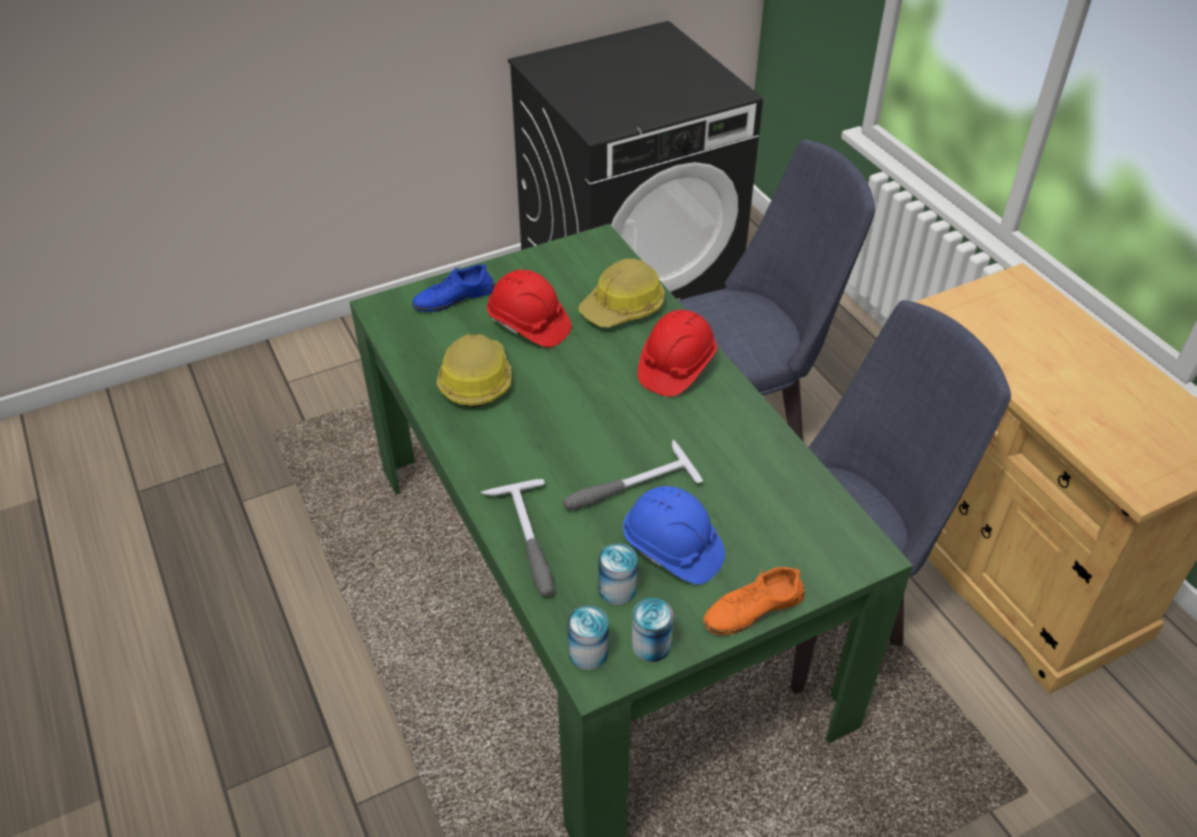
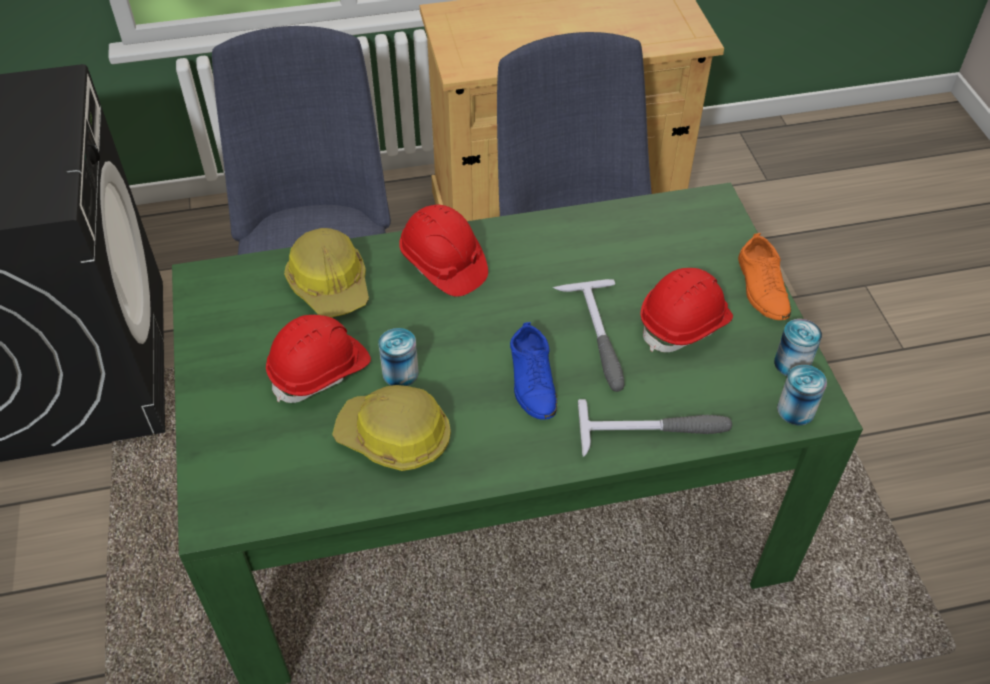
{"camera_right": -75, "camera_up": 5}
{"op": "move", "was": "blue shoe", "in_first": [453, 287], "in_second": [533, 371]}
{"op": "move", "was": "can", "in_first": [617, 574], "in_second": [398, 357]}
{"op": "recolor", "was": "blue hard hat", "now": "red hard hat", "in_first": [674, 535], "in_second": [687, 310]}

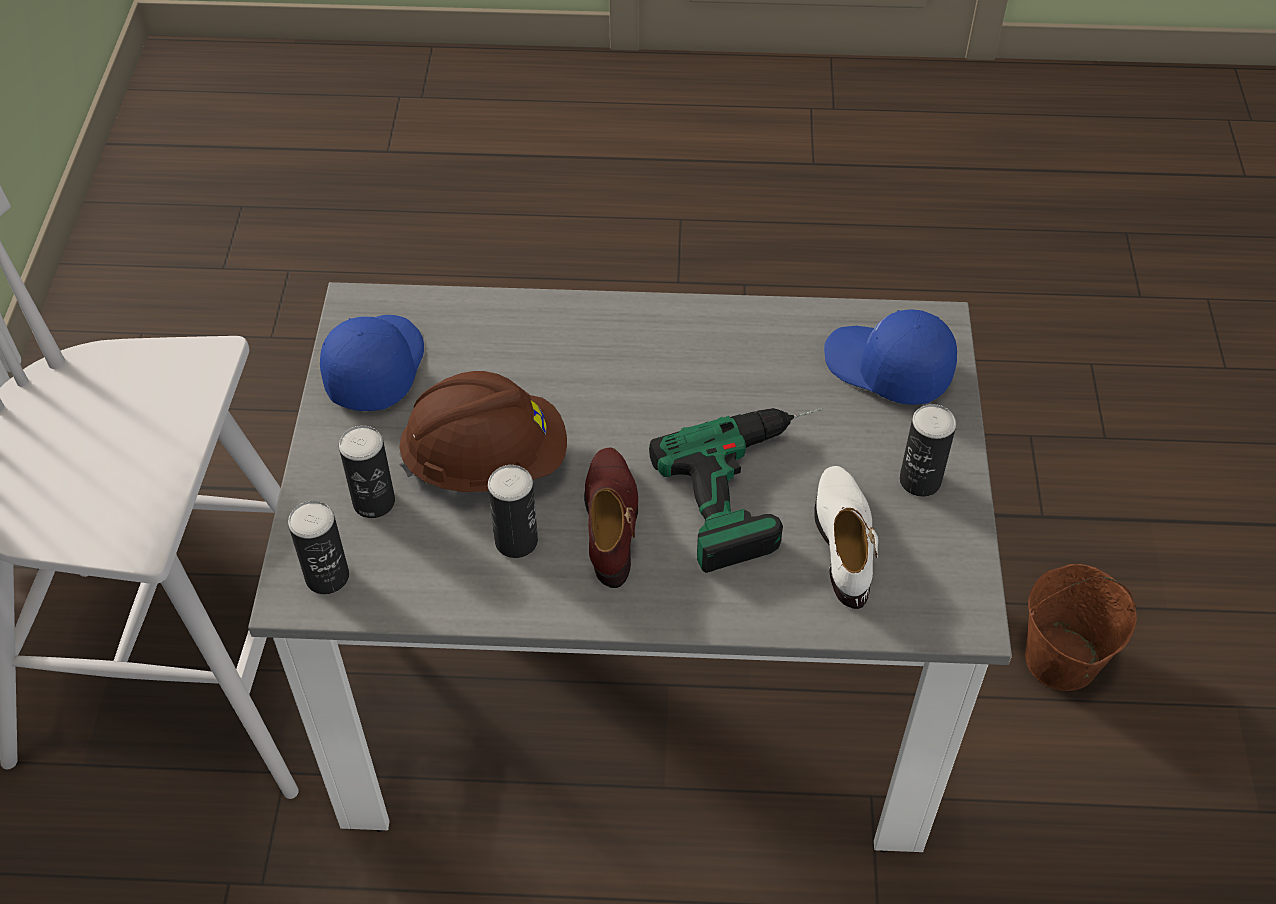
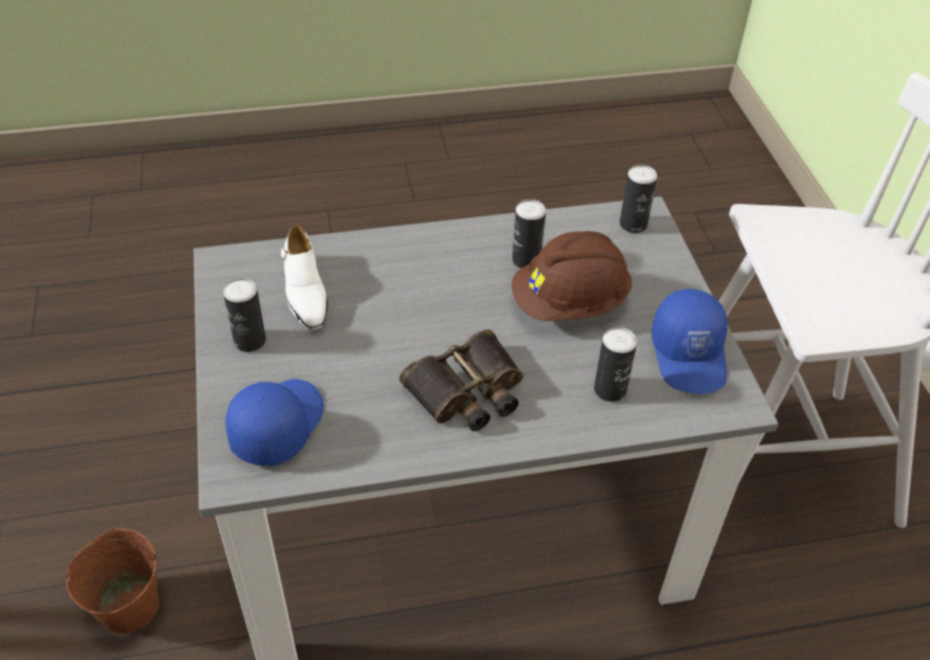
{"camera_right": 165, "camera_up": -5}
{"op": "move", "was": "can", "in_first": [367, 471], "in_second": [615, 364]}
{"op": "delete", "was": "brown-coloured shoe", "in_first": [611, 518]}
{"op": "delete", "was": "power drill", "in_first": [735, 490]}
{"op": "rotate", "was": "blue baseball cap", "in_first": [890, 357], "in_second": [275, 422], "clockwise": -90}
{"op": "insert", "now": "field glasses", "in_second": [461, 380]}

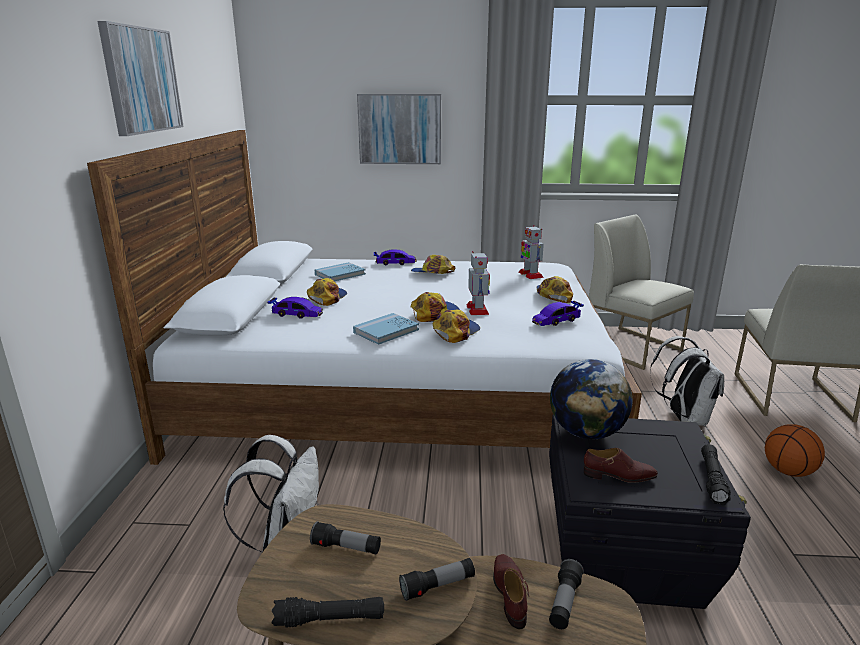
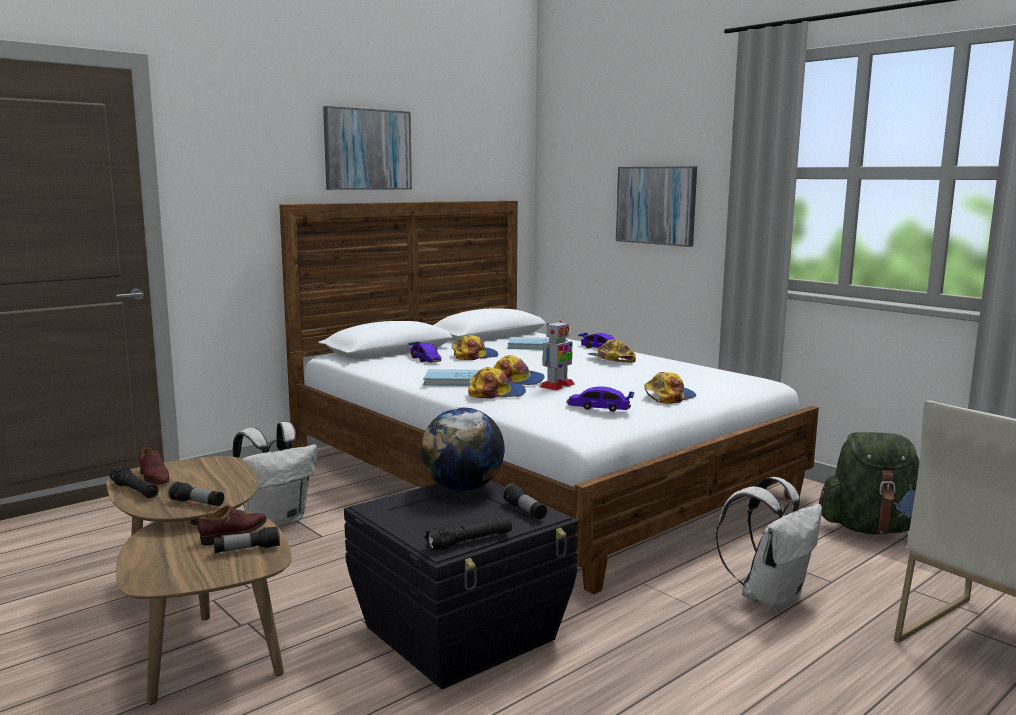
{"camera_right": 45, "camera_up": -10}
{"op": "move", "was": "torch", "in_first": [345, 537], "in_second": [524, 501]}
{"op": "delete", "was": "model robot", "in_first": [531, 252]}
{"op": "move", "was": "brown-coloured shoe", "in_first": [621, 465], "in_second": [153, 466]}
{"op": "replace", "was": "white chair", "now": "greenish rucksack", "in_first": [641, 292], "in_second": [869, 483]}
{"op": "delete", "was": "ball for basketball", "in_first": [795, 450]}

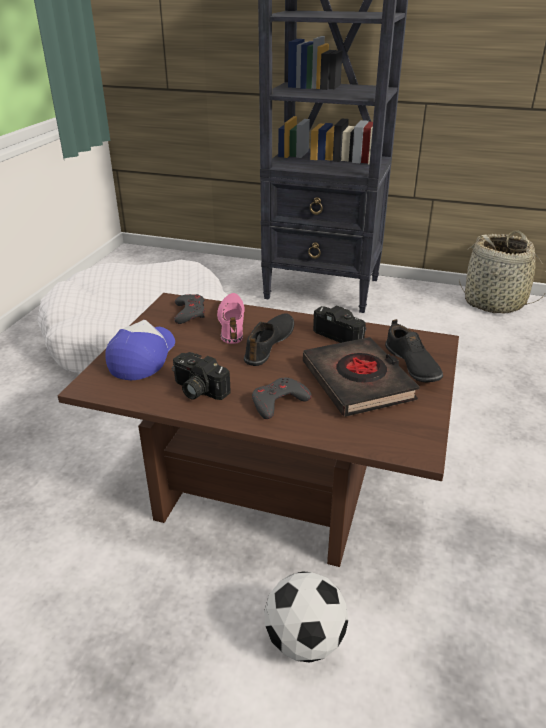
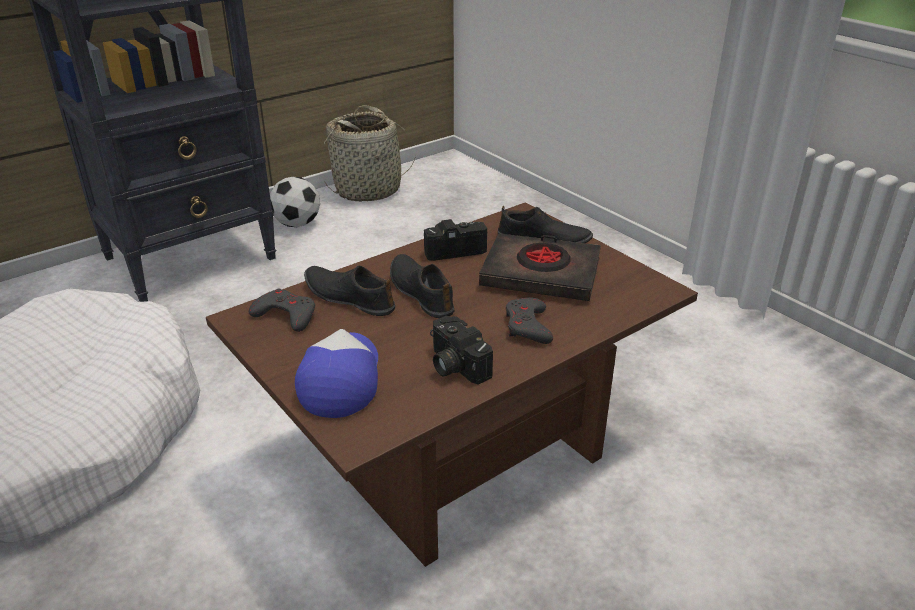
{"camera_right": -55, "camera_up": 0}
{"op": "rotate", "was": "baseball cap", "in_first": [140, 350], "in_second": [336, 373], "clockwise": 45}
{"op": "rotate", "was": "photo camera", "in_first": [201, 376], "in_second": [461, 350], "clockwise": 75}
{"op": "recolor", "was": "pinkish shoe", "now": "black shoe", "in_first": [231, 318], "in_second": [349, 290]}
{"op": "move", "was": "ball for football", "in_first": [306, 617], "in_second": [295, 202]}

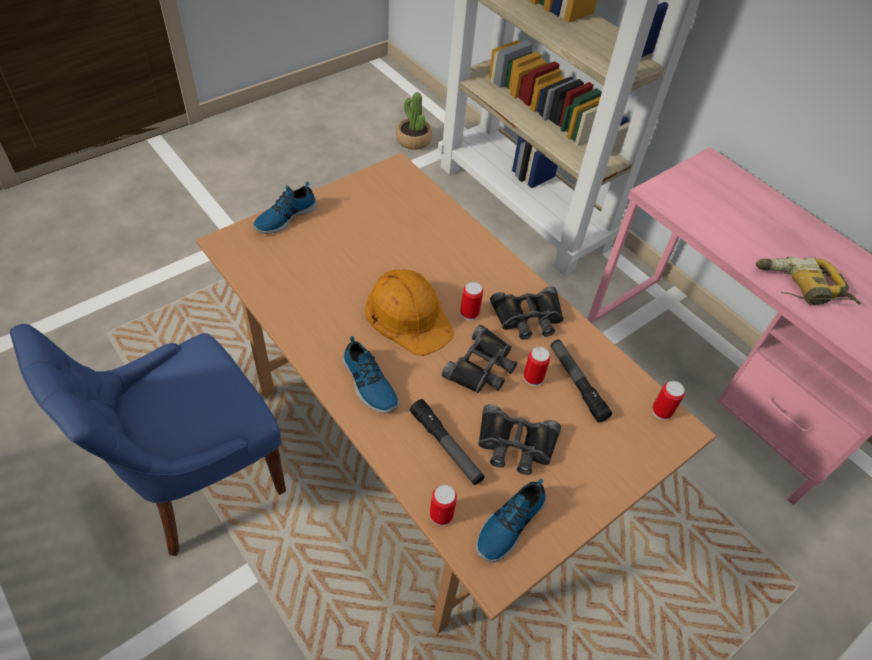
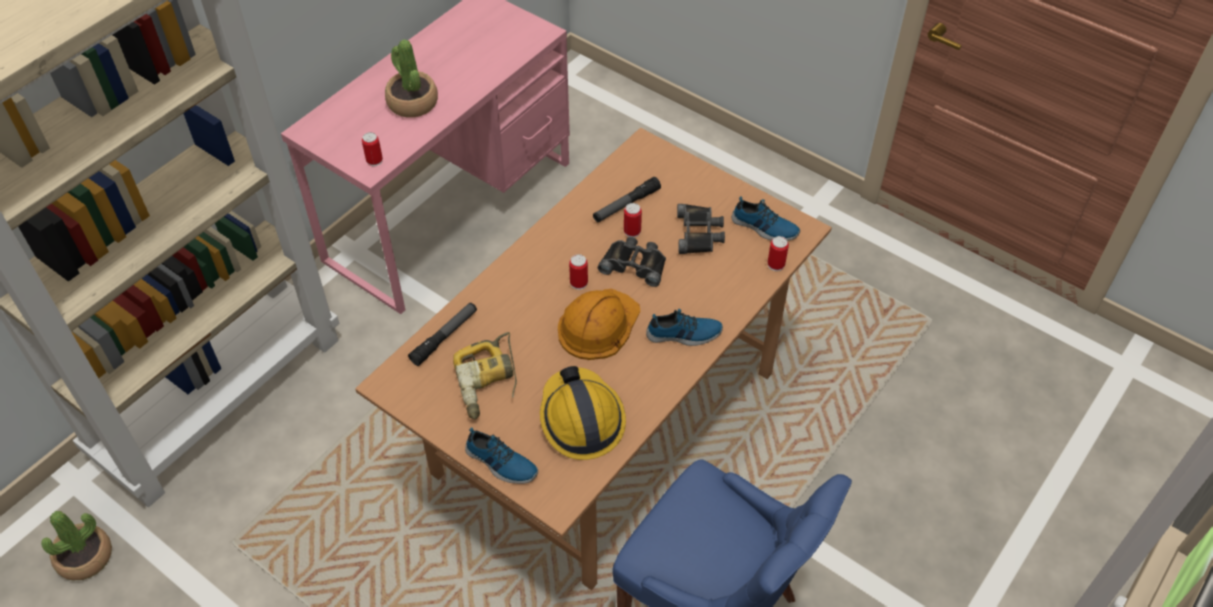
{"camera_right": -100, "camera_up": 0}
{"op": "rotate", "was": "shoe", "in_first": [370, 374], "in_second": [684, 327], "clockwise": 45}
{"op": "move", "was": "torch", "in_first": [447, 442], "in_second": [442, 334]}
{"op": "delete", "was": "black field glasses", "in_first": [527, 312]}
{"op": "move", "was": "can", "in_first": [668, 400], "in_second": [372, 149]}
{"op": "move", "was": "power drill", "in_first": [808, 281], "in_second": [485, 375]}
{"op": "insert", "now": "plant in a pot", "in_second": [411, 78]}
{"op": "insert", "now": "hard hat", "in_second": [583, 413]}

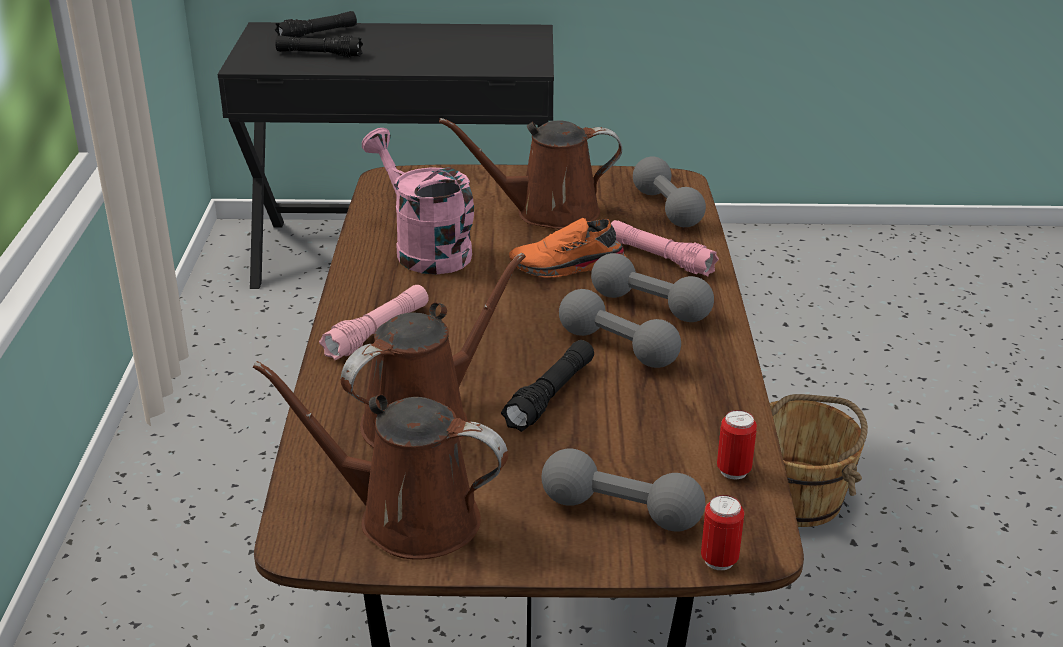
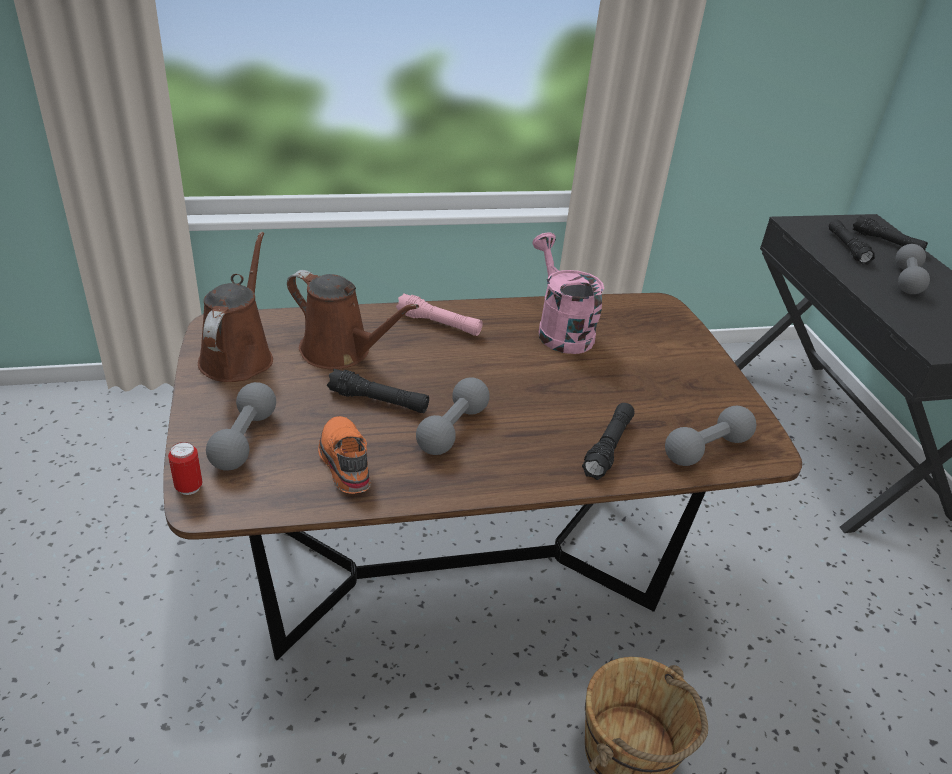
{"camera_right": 75, "camera_up": 5}
{"op": "rotate", "was": "pinkish sprinkling can", "in_first": [418, 201], "in_second": [568, 293], "clockwise": -60}
{"op": "delete", "was": "brown-coloured sprinkling can", "in_first": [530, 173]}
{"op": "move", "was": "orange shoe", "in_first": [567, 248], "in_second": [344, 455]}
{"op": "move", "was": "grey dumbbell", "in_first": [652, 287], "in_second": [913, 269]}
{"op": "recolor", "was": "pinkish torch", "now": "black torch", "in_first": [665, 248], "in_second": [608, 441]}
{"op": "delete", "was": "can", "in_first": [737, 445]}

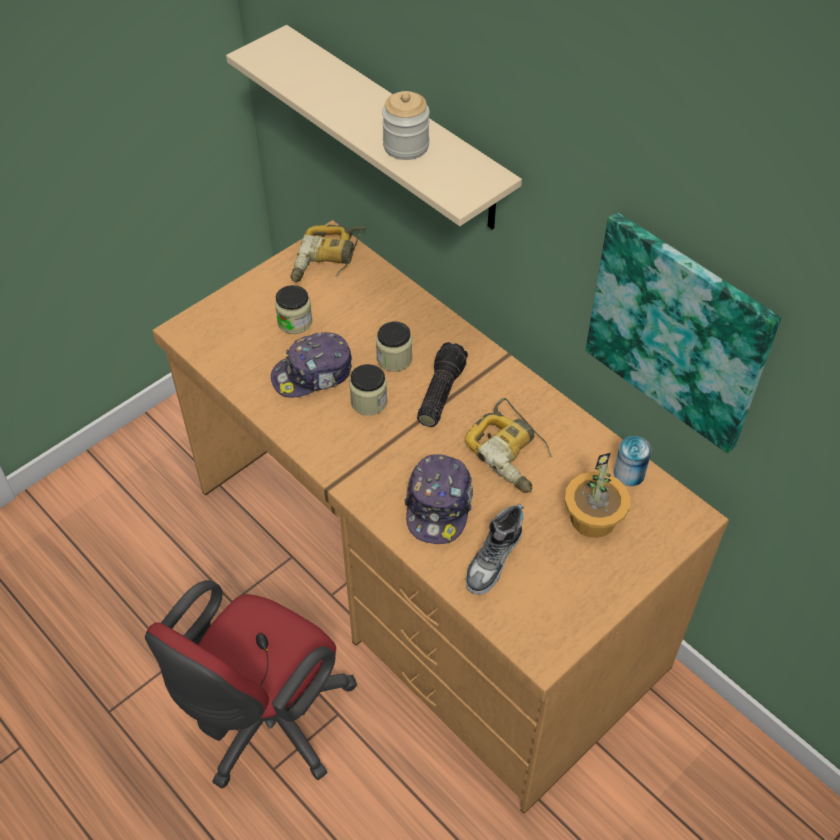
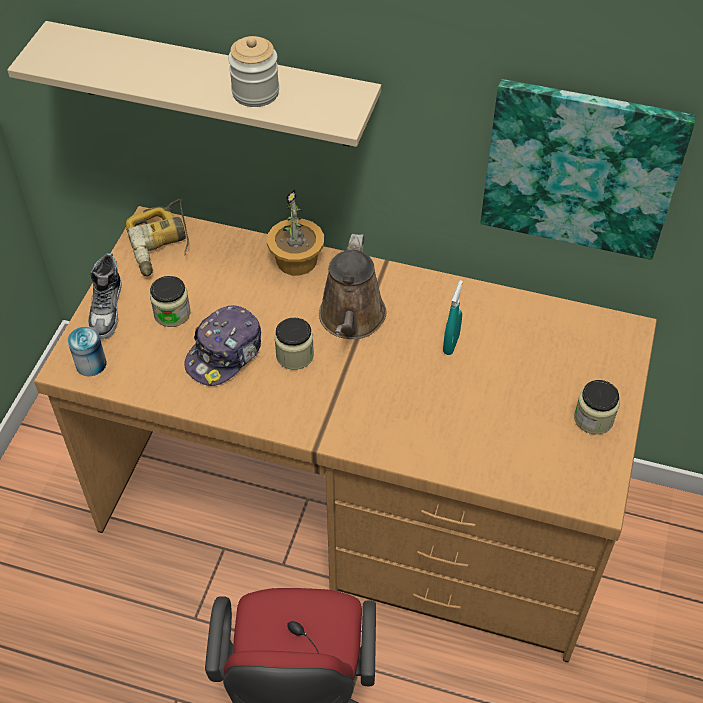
{"camera_right": -30, "camera_up": 0}
{"op": "move", "was": "preserve jar", "in_first": [394, 346], "in_second": [597, 407]}
{"op": "delete", "was": "baseball cap", "in_first": [439, 499]}
{"op": "replace", "was": "torch", "now": "brown-coloured sprinkling can", "in_first": [442, 384], "in_second": [352, 286]}
{"op": "replace", "was": "power drill", "now": "blue-green sprayer", "in_first": [508, 445], "in_second": [453, 317]}
{"op": "move", "was": "shoe", "in_first": [495, 549], "in_second": [105, 296]}
{"op": "move", "was": "plant in a pot", "in_first": [597, 495], "in_second": [295, 232]}
{"op": "move", "was": "can", "in_first": [632, 461], "in_second": [87, 351]}

